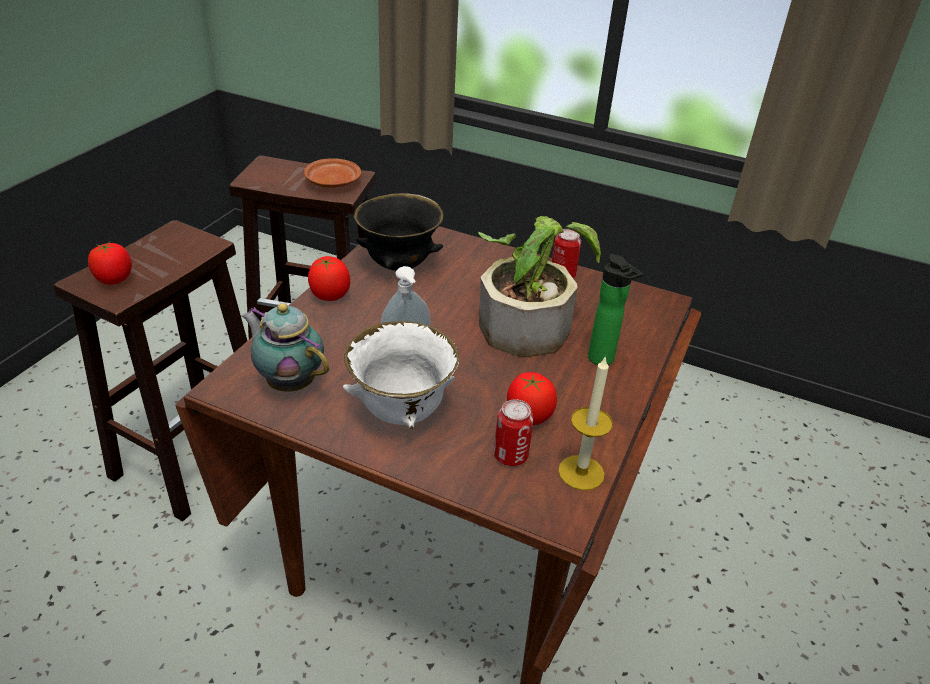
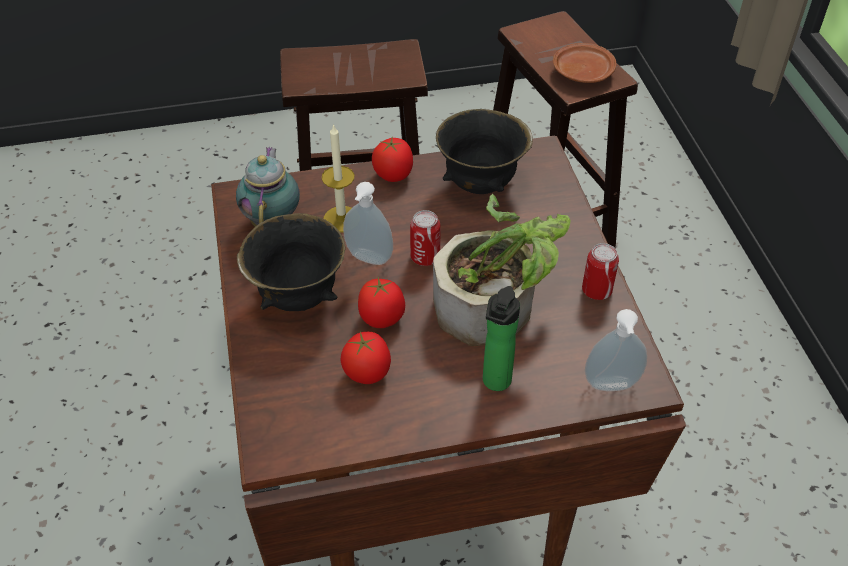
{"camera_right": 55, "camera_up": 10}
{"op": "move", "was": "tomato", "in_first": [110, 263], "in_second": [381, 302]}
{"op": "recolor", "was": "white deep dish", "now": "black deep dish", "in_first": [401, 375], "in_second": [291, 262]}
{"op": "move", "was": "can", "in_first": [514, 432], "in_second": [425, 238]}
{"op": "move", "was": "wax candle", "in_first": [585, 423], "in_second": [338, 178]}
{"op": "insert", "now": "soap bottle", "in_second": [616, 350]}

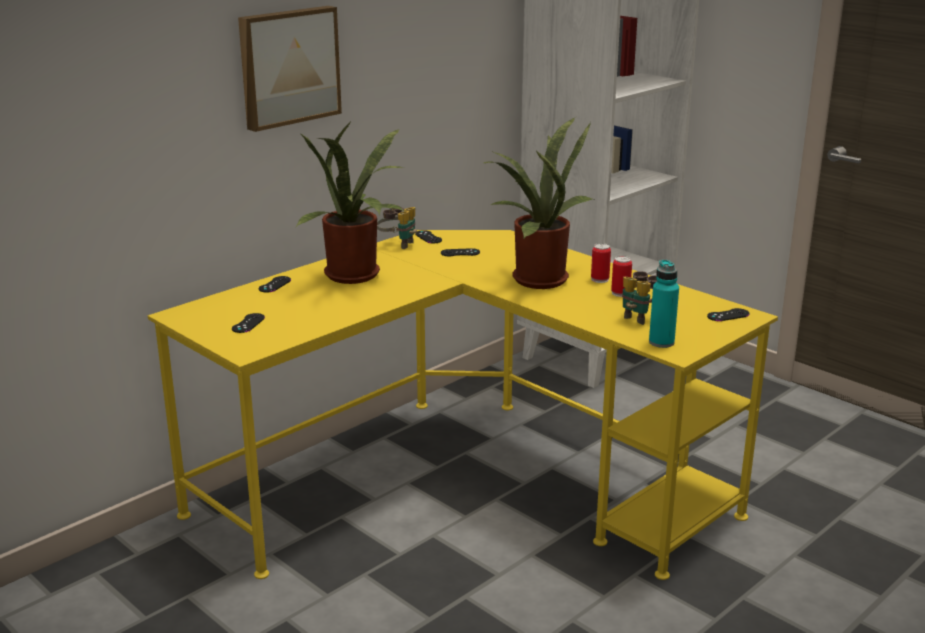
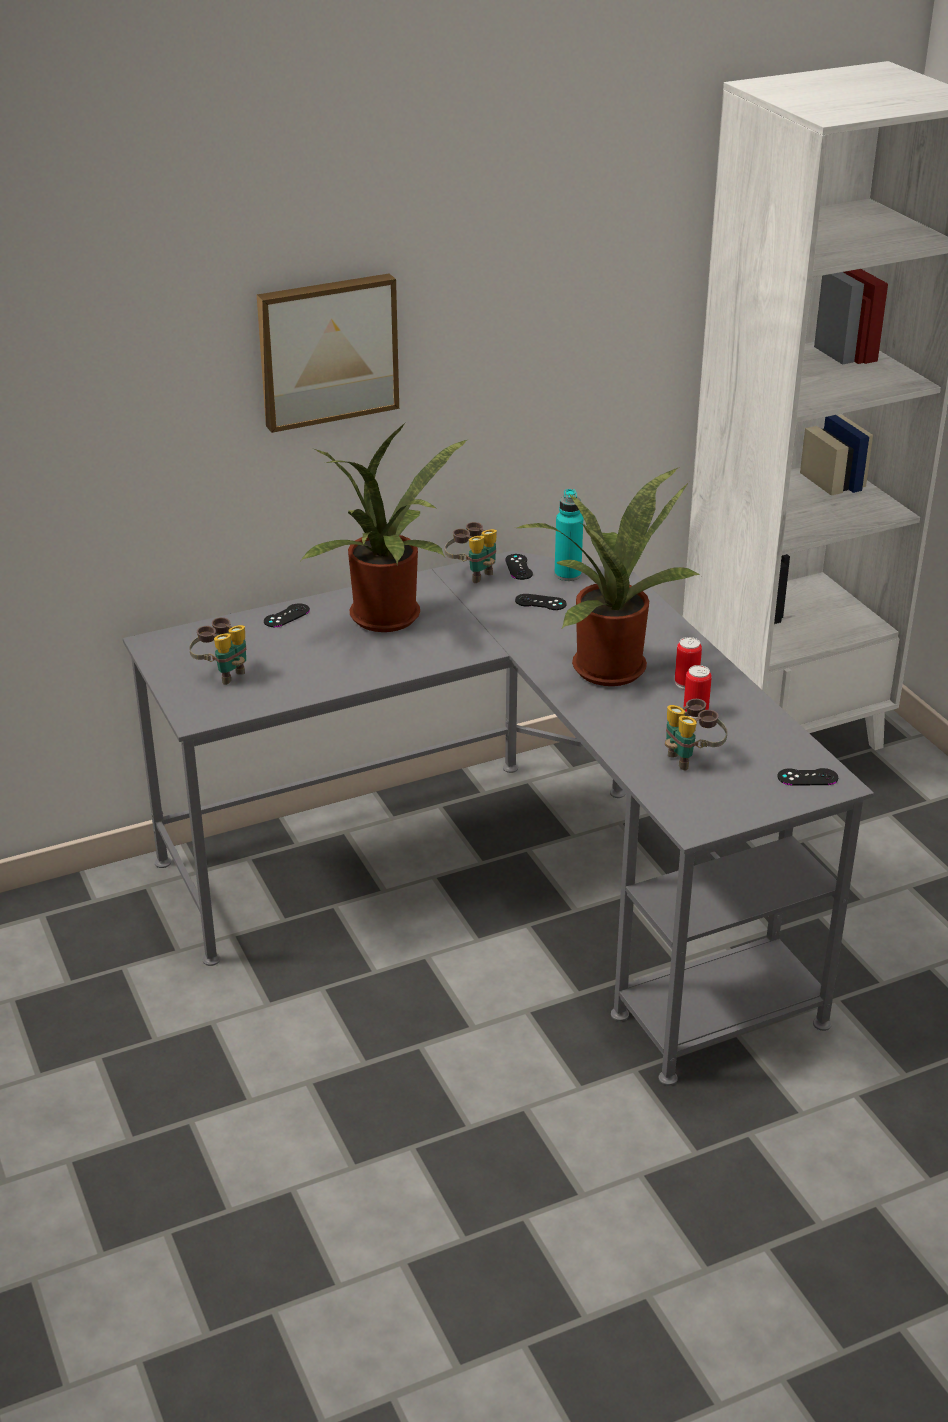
{"camera_right": 20, "camera_up": 10}
{"op": "recolor", "was": "yellowish desk", "now": "grey desk", "in_first": [463, 405], "in_second": [498, 818]}
{"op": "replace", "was": "black joypad", "now": "field glasses", "in_first": [248, 323], "in_second": [217, 651]}
{"op": "move", "was": "blue-green bottle", "in_first": [664, 303], "in_second": [568, 535]}

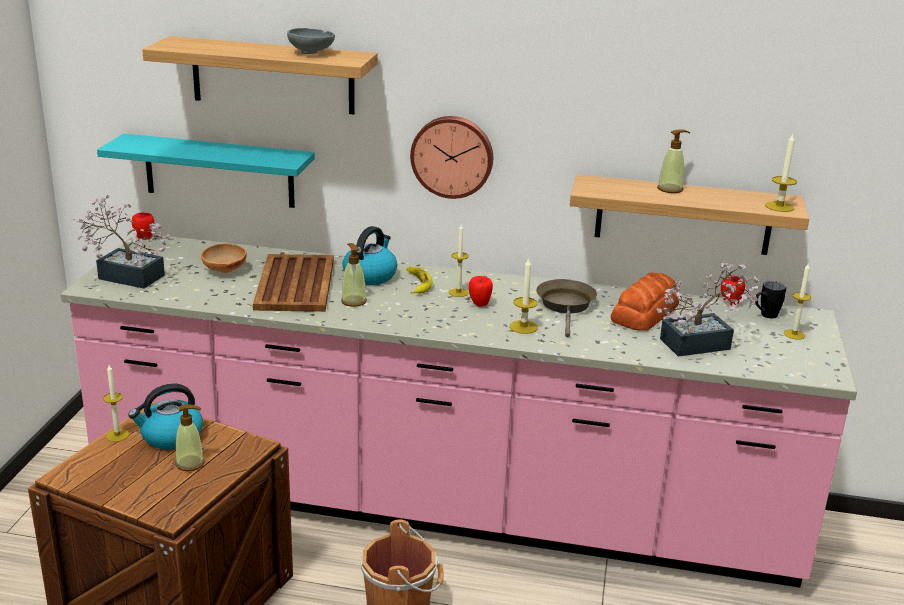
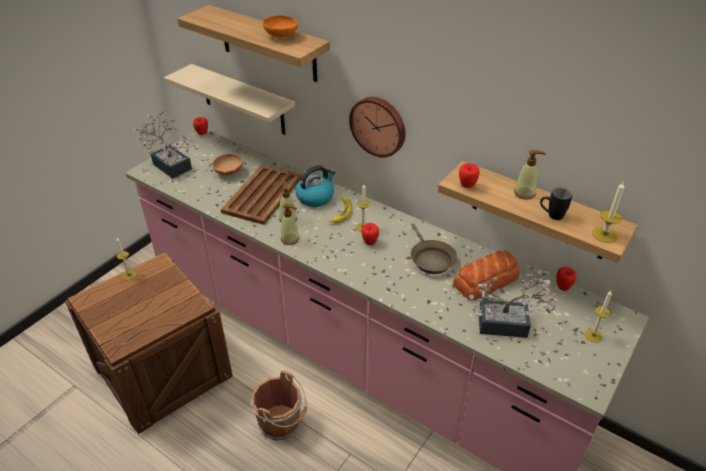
{"camera_right": 25, "camera_up": 15}
{"op": "recolor", "was": "blue-green wall shelf", "now": "beige-coloured wall shelf", "in_first": [206, 171], "in_second": [229, 99]}
{"op": "delete", "was": "kettle", "in_first": [165, 417]}
{"op": "move", "was": "soap bottle", "in_first": [190, 437], "in_second": [290, 224]}
{"op": "recolor", "was": "grey deep dish", "now": "orange deep dish", "in_first": [311, 41], "in_second": [280, 26]}
{"op": "delete", "was": "wax candle", "in_first": [524, 295]}
{"op": "rotate", "was": "brown-coloured frying pan", "in_first": [566, 308], "in_second": [434, 248], "clockwise": 135}
{"op": "move", "was": "black coffee mug", "in_first": [770, 299], "in_second": [556, 204]}
{"op": "insert", "now": "apple", "in_second": [469, 175]}

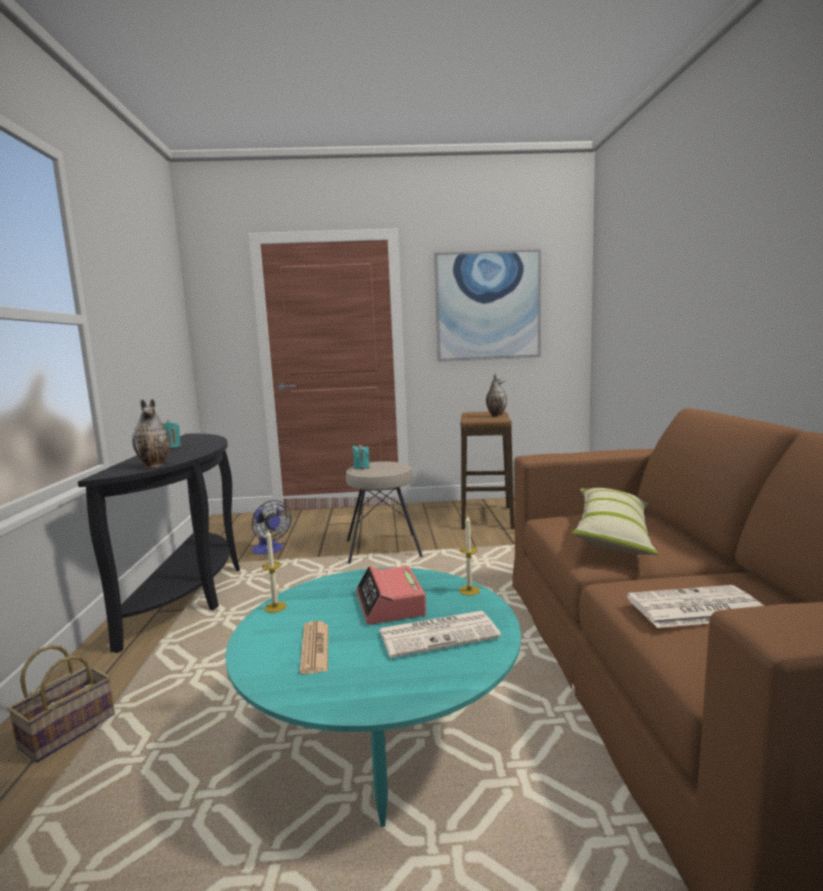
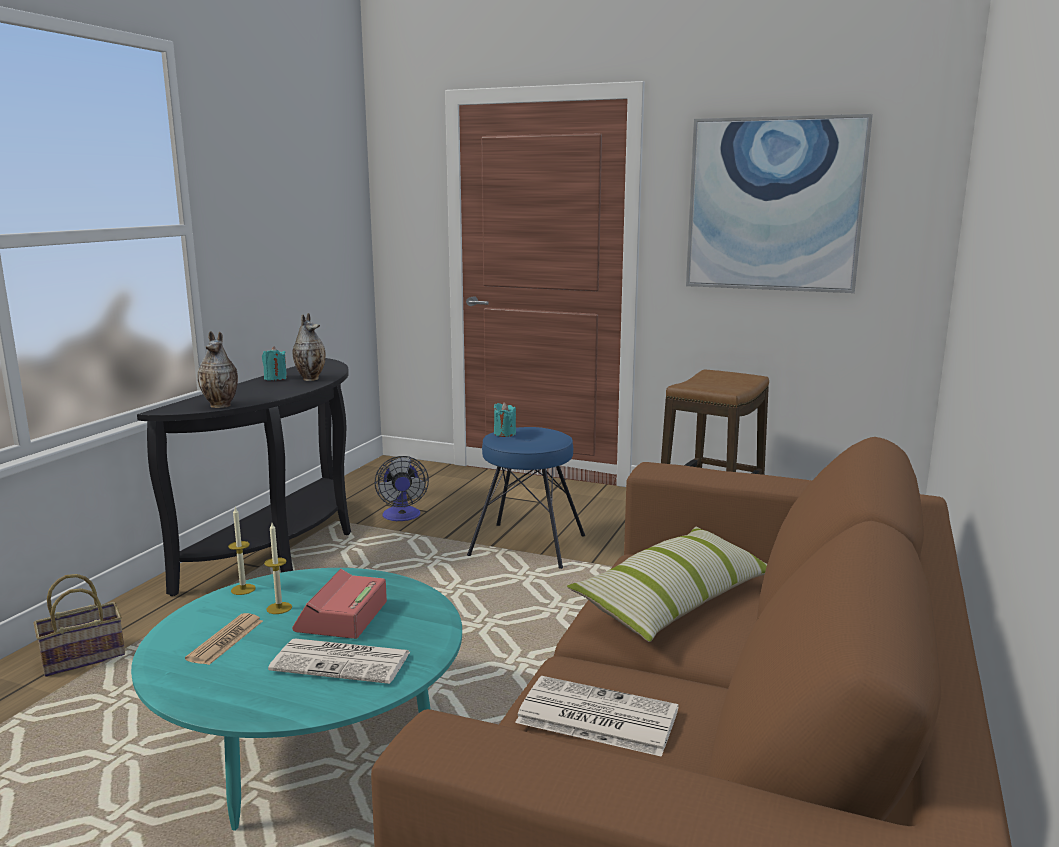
{"camera_right": 25, "camera_up": 5}
{"op": "recolor", "was": "beige-coloured sitting stool", "now": "blue sitting stool", "in_first": [384, 513], "in_second": [526, 498]}
{"op": "move", "was": "wax candle", "in_first": [469, 556], "in_second": [278, 568]}
{"op": "move", "was": "vase", "in_first": [496, 395], "in_second": [309, 347]}

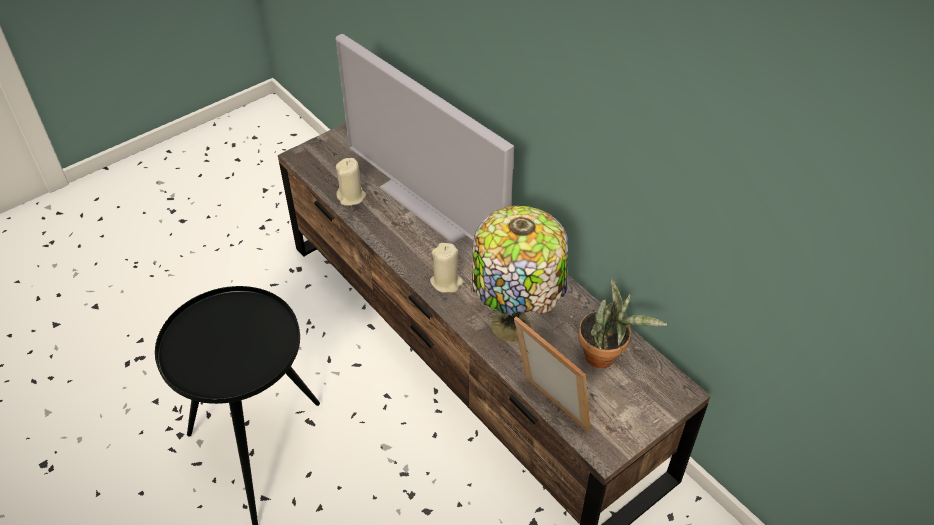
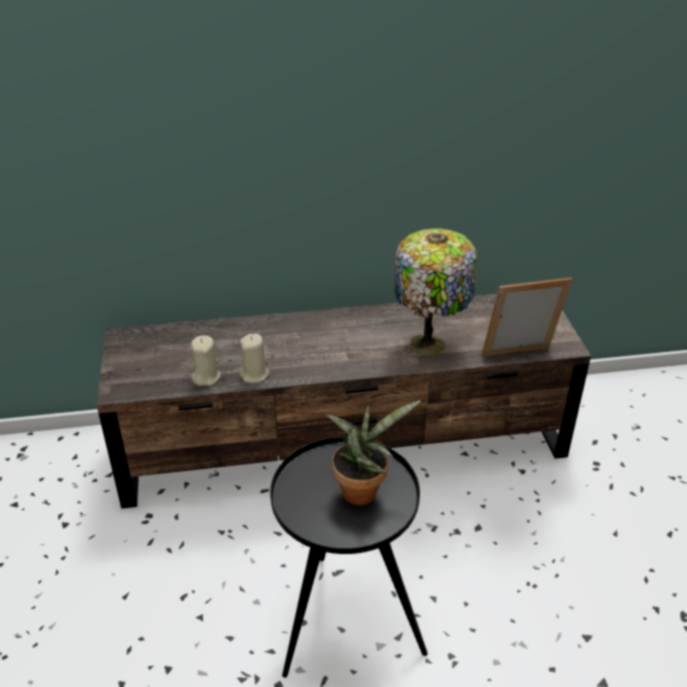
{"camera_right": -60, "camera_up": -10}
{"op": "delete", "was": "television", "in_first": [425, 139]}
{"op": "move", "was": "beige-coloured wax candle", "in_first": [447, 268], "in_second": [254, 358]}
{"op": "move", "was": "plant in a pot", "in_first": [622, 323], "in_second": [373, 452]}

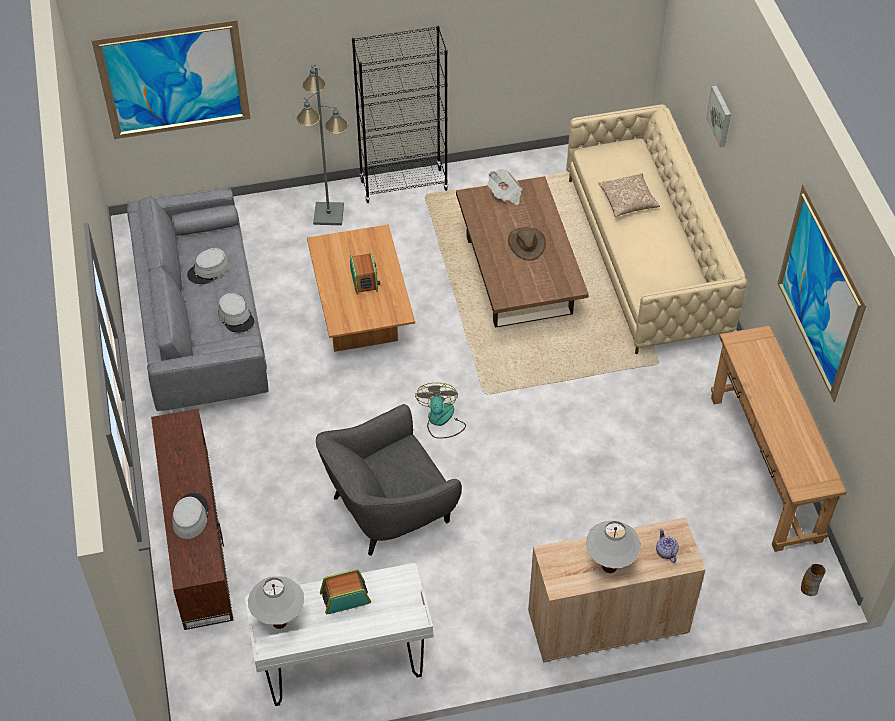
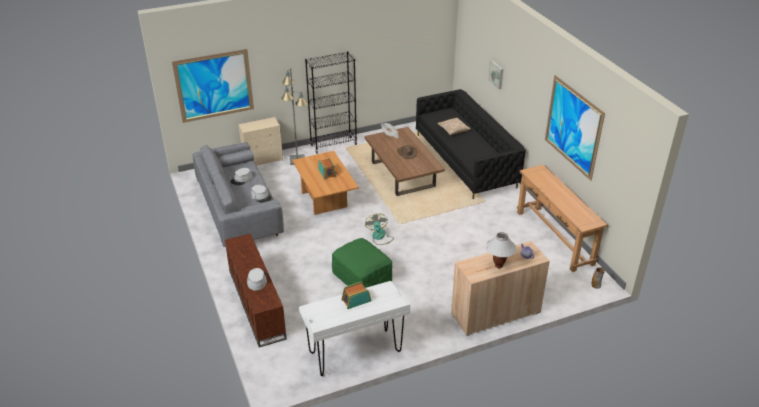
{"camera_right": -10, "camera_up": -15}
{"op": "delete", "was": "white table lamp", "in_first": [276, 602]}
{"op": "replace", "was": "grey lounge chair", "now": "greenish ottoman", "in_first": [389, 480], "in_second": [362, 263]}
{"op": "recolor", "was": "beige-coloured sofa", "now": "black sofa", "in_first": [656, 229], "in_second": [471, 144]}
{"op": "insert", "now": "beige-coloured drawer chest", "in_second": [260, 141]}

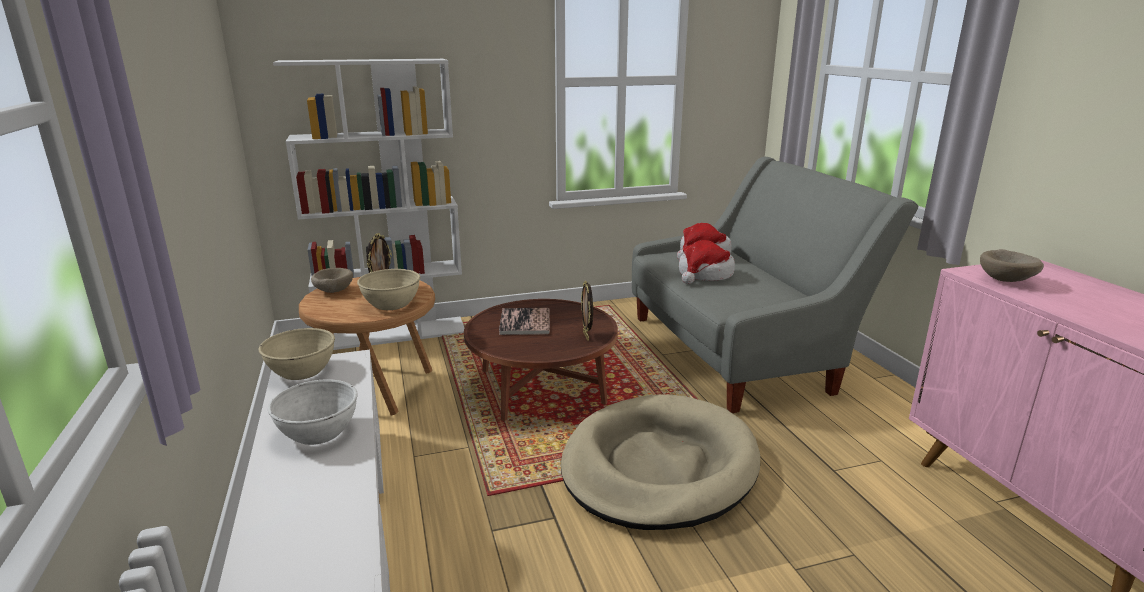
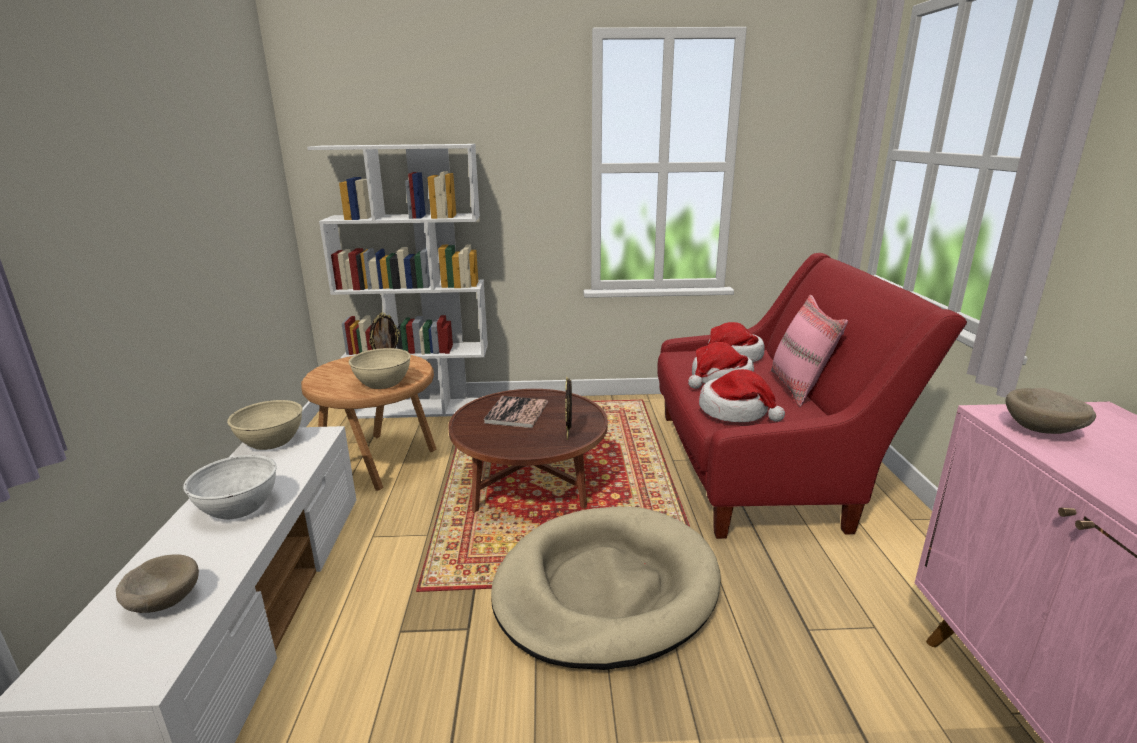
{"camera_right": 15, "camera_up": 0}
{"op": "move", "was": "beige-coloured deep dish", "in_first": [332, 280], "in_second": [157, 583]}
{"op": "recolor", "was": "grey sofa", "now": "red sofa", "in_first": [775, 285], "in_second": [812, 396]}
{"op": "insert", "now": "clothing hat", "in_second": [742, 395]}
{"op": "insert", "now": "pinkish throw pillow", "in_second": [809, 351]}

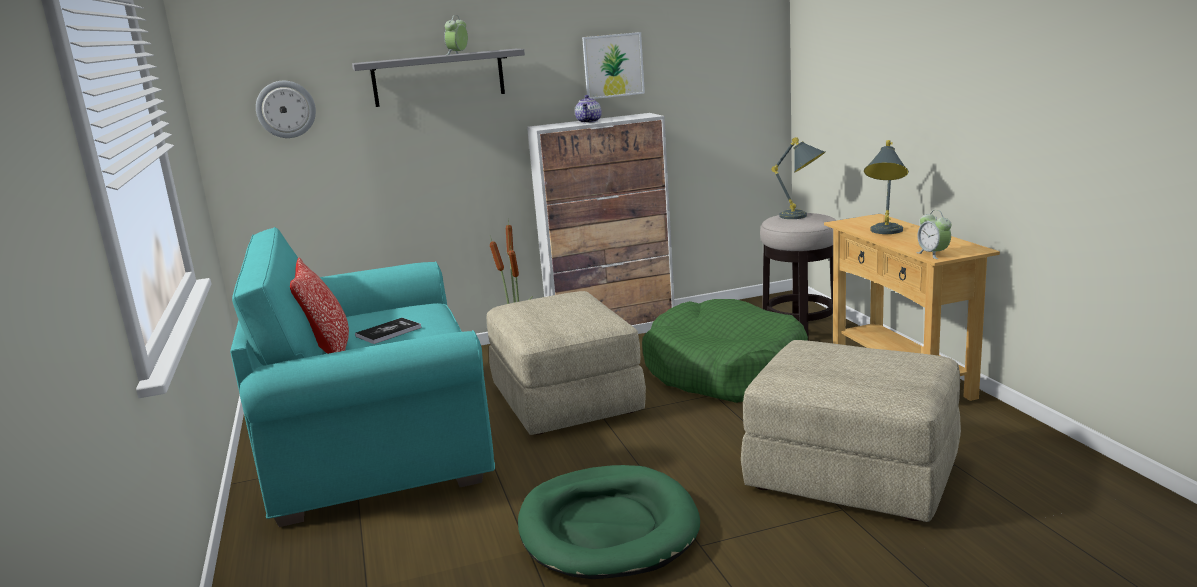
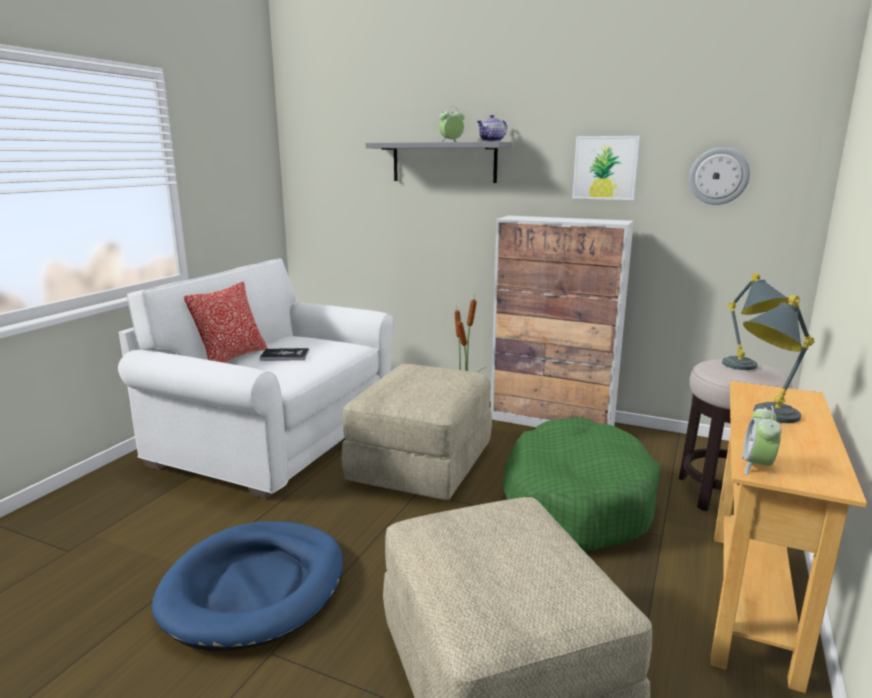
{"camera_right": 40, "camera_up": 0}
{"op": "recolor", "was": "blue-green sofa", "now": "white sofa", "in_first": [362, 377], "in_second": [256, 378]}
{"op": "move", "was": "wall clock", "in_first": [286, 109], "in_second": [719, 176]}
{"op": "recolor", "was": "greenish pet bed", "now": "blue pet bed", "in_first": [609, 522], "in_second": [247, 586]}
{"op": "move", "was": "tea pot", "in_first": [588, 109], "in_second": [492, 128]}

